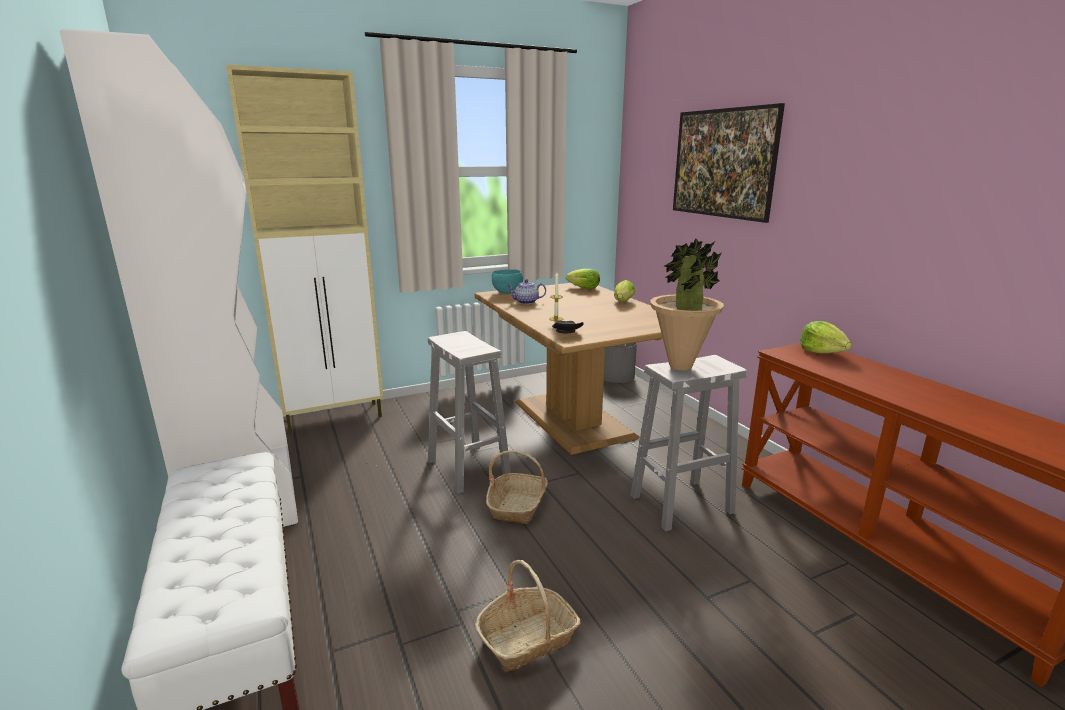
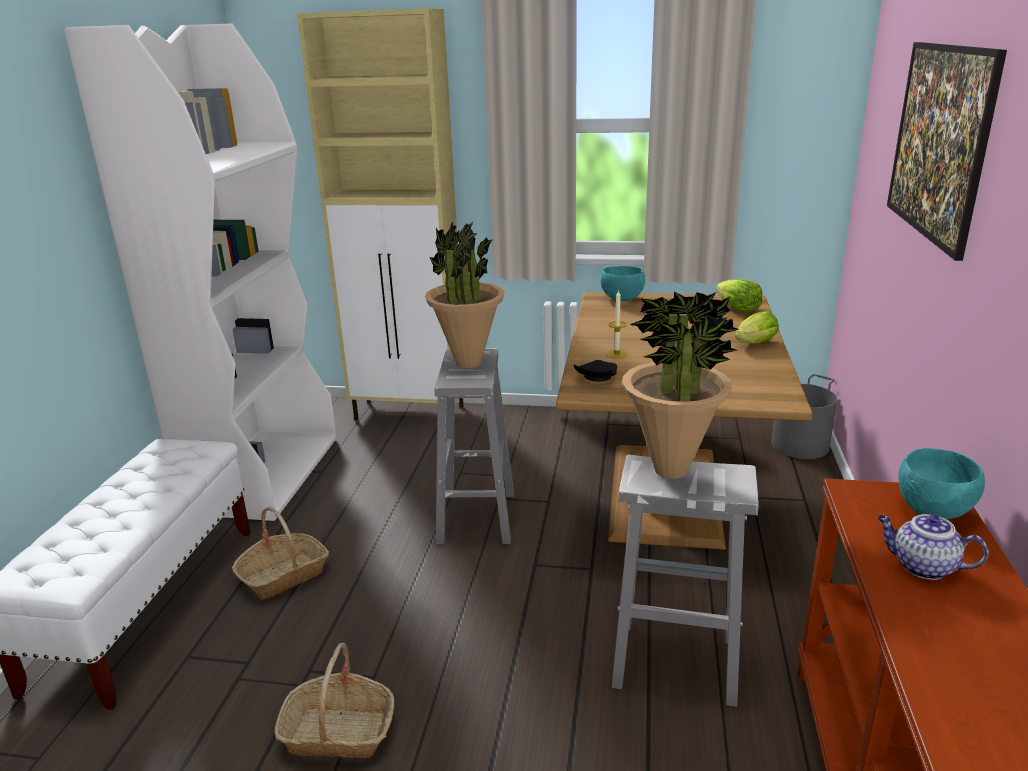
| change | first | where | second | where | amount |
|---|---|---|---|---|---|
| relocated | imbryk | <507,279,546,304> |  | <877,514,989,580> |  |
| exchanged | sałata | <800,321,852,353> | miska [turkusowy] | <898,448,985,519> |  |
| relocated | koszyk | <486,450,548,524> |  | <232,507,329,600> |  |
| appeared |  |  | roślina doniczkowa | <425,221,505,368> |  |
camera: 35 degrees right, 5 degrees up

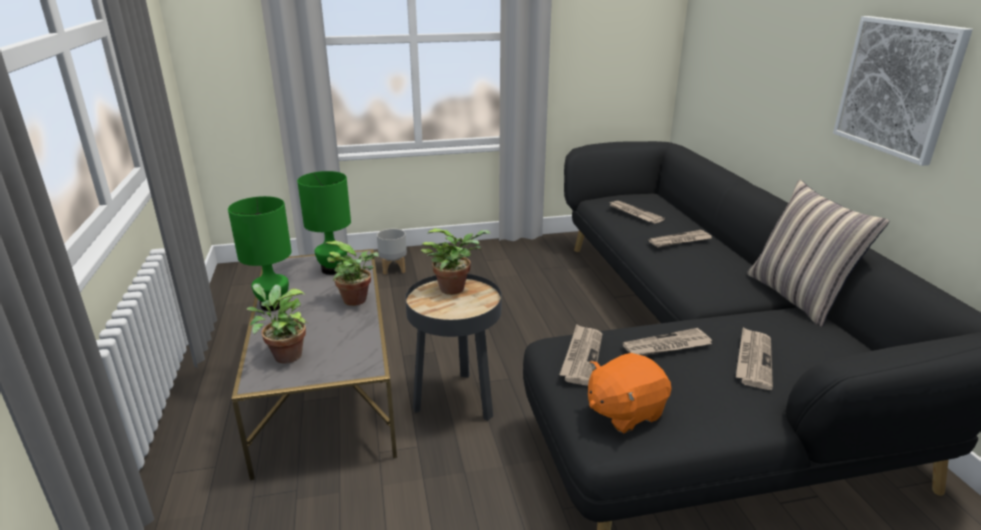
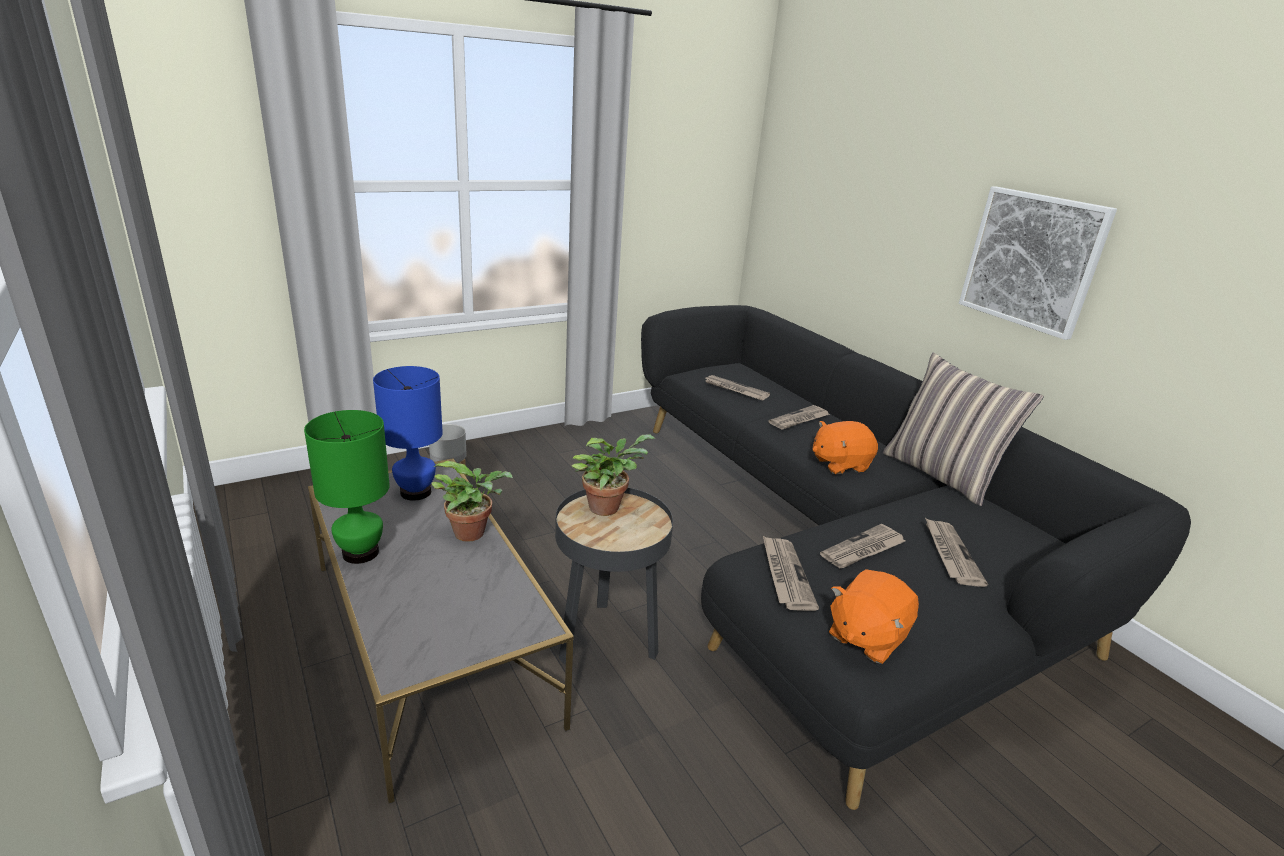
| change | first | where | second | where | amount |
|---|---|---|---|---|---|
| colour | lampa stołowa [zielony] | <297,171,351,275> | lampa stołowa [niebieski] | <373,366,443,501> |  |
| missing | roślina doniczkowa | <246,283,308,363> |  |  |  |
| appeared |  |  | pluszak [pomarańczowy] | <813,421,878,474> |  |
camera: 20 degrees left, 0 degrees up

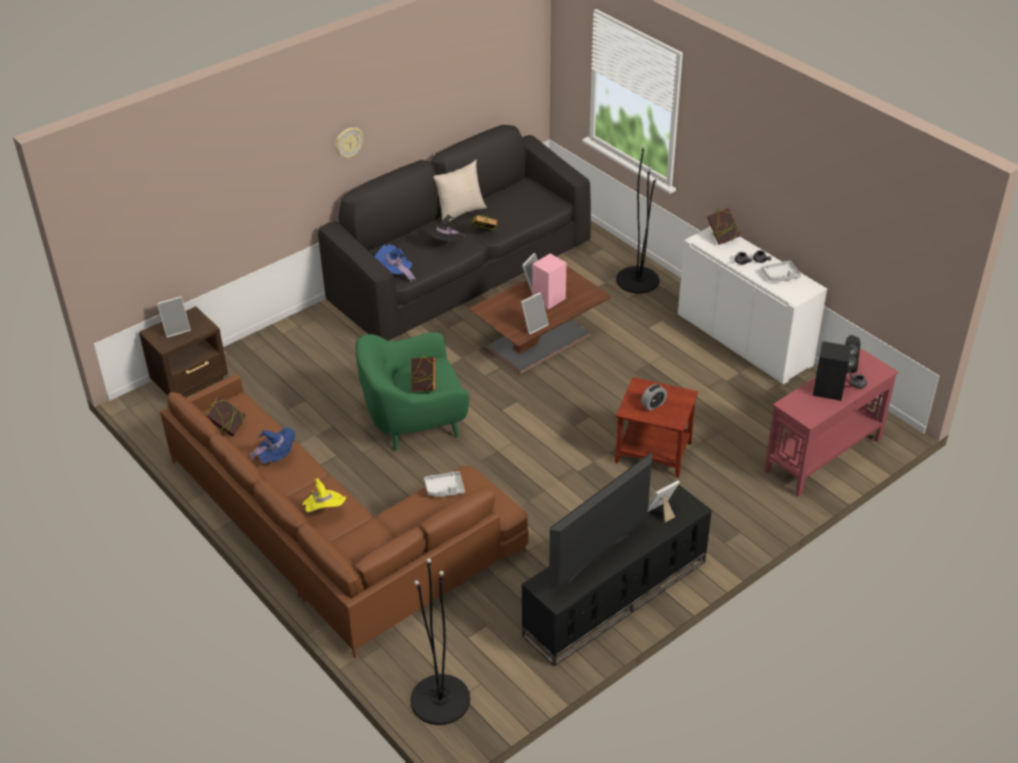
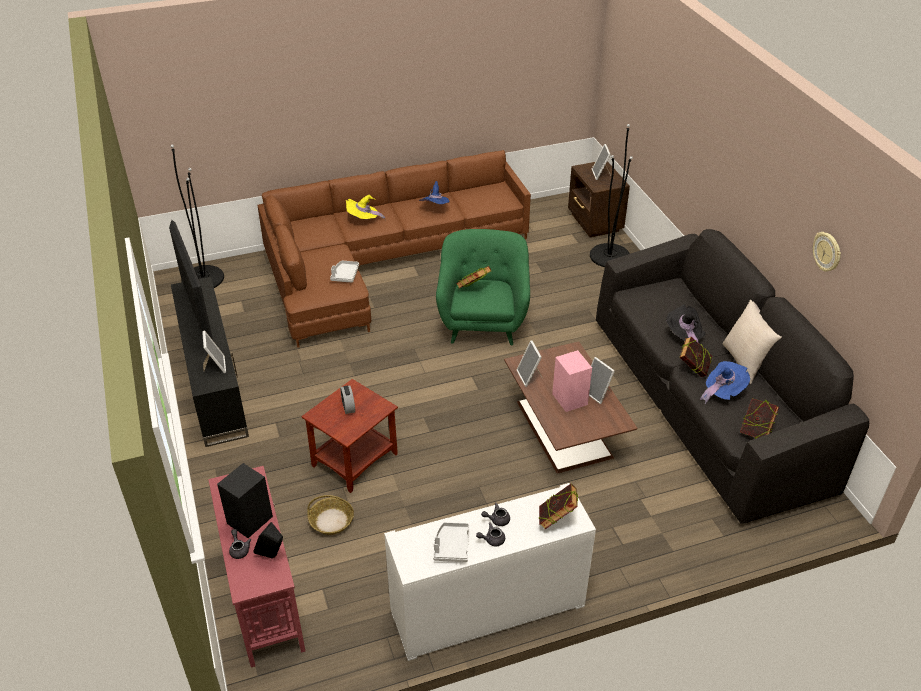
| change | first | where | second | where | amount |
|---|---|---|---|---|---|
| relocated | zegar ścienny | <335,128,363,159> |  | <813,232,841,272> |  |
| relocated | lampa stojąca [czarny] | <616,145,659,293> |  | <590,124,633,267> |  |
| relocated | kapelusz [niebieski] | <375,244,415,282> |  | <700,361,750,404> |  |
| relocated | książka | <206,396,246,436> |  | <740,398,779,439> |  |
| appeared |  |  | koszyk | <307,495,354,535> |  |
camera: 110 degrees right, 0 degrees up

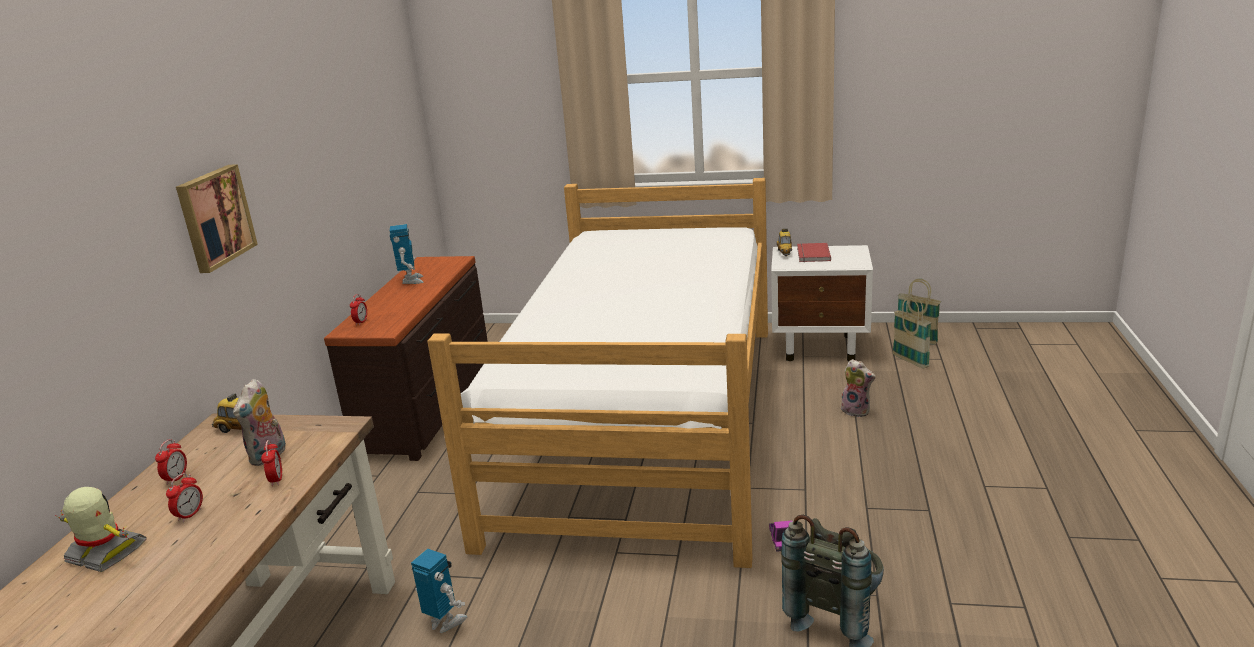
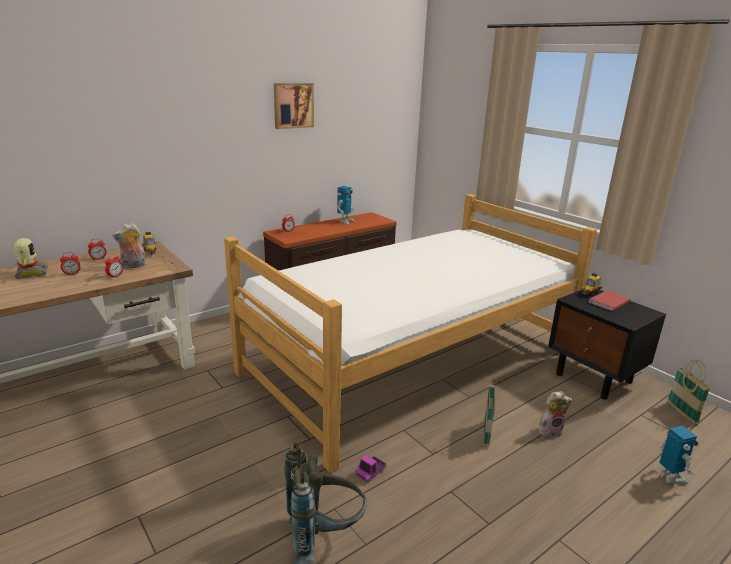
| change | first | where | second | where | amount |
|---|---|---|---|---|---|
| relocated | obraz | <176,164,258,273> |  | <274,83,314,129> |  |
| colour | szafka nocna [biały] | <771,245,873,361> | szafka nocna [czarny] | <548,290,666,400> |  |
| relocated | koszyk | <892,297,931,369> |  | <484,377,497,447> |  |
| spun | pluszak | <841,359,875,417> |  | <539,391,572,438> | 90 degrees counterclockwise |
| relocated | robot zabawkowy | <411,549,467,633> |  | <659,426,698,485> |  |
camera: 40 degrees right, 0 degrees up

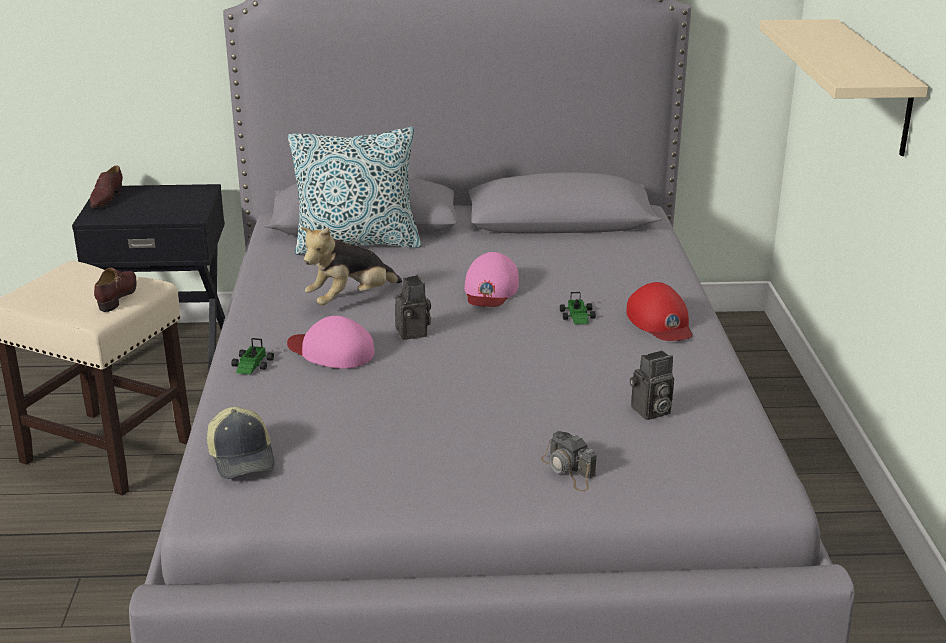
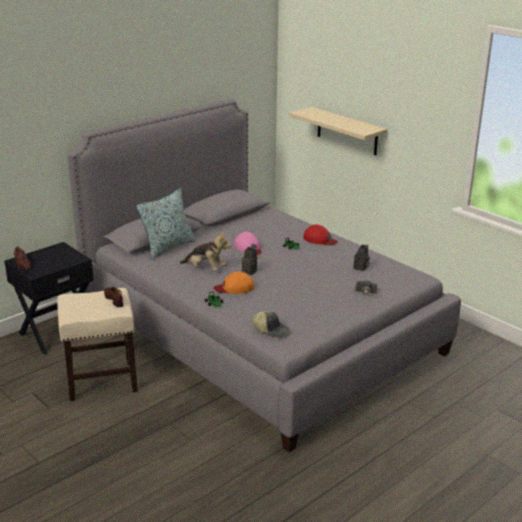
| change | first | where | second | where | amount |
|---|---|---|---|---|---|
| spun | pluszak | <300,227,402,305> |  | <180,231,231,271> | 75 degrees counterclockwise |
| colour | czapka z daszkiem [różowy] | <287,316,375,369> | czapka z daszkiem [pomarańczowy] | <213,272,254,294> |  |
camera: 40 degrees left, 0 degrees up

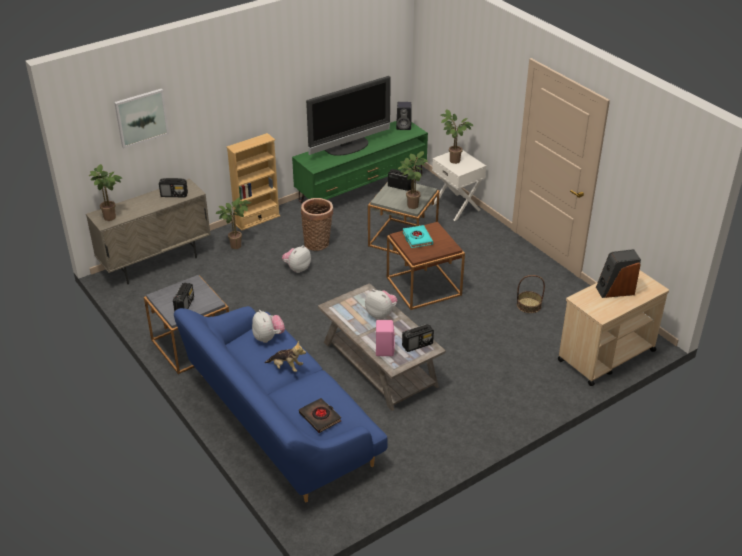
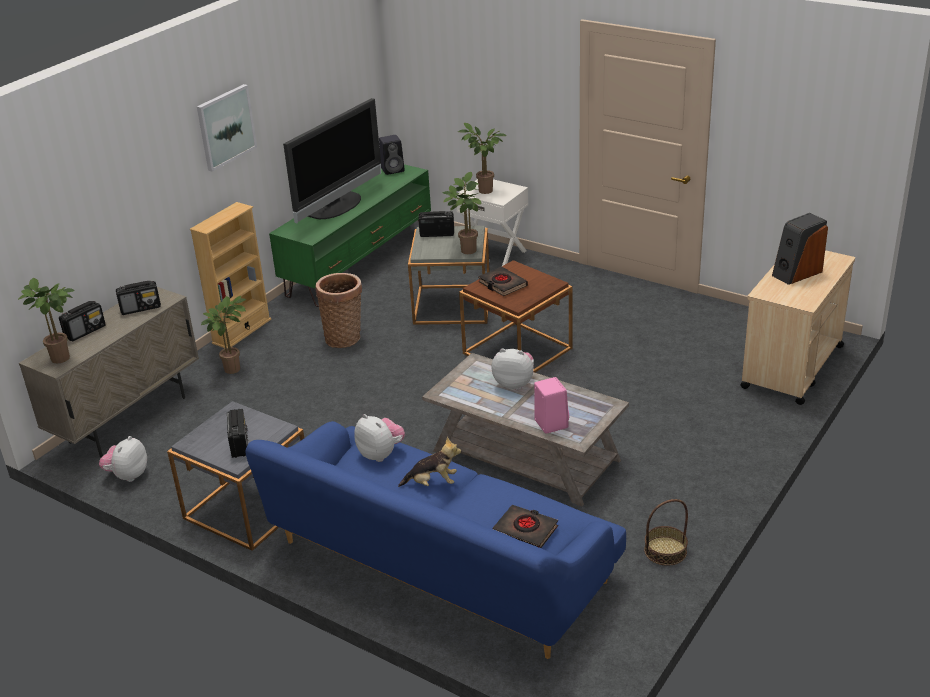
| change | first | where | second | where | amount |
|---|---|---|---|---|---|
| relocated | obraz | <114,89,169,148> |  | <197,84,257,172> |  |
| colour | książka [turkusowy] | <403,225,433,248> | książka [czarny] | <478,267,528,296> |  |
| relocated | pluszak | <282,245,311,273> |  | <99,436,147,482> |  |
| relocated | koszyk | <517,275,545,313> |  | <644,499,688,566> |  |
| relocated | radio | <402,324,434,352> |  | <59,301,106,342> |  |
camera: 20 degrees left, 5 degrees down

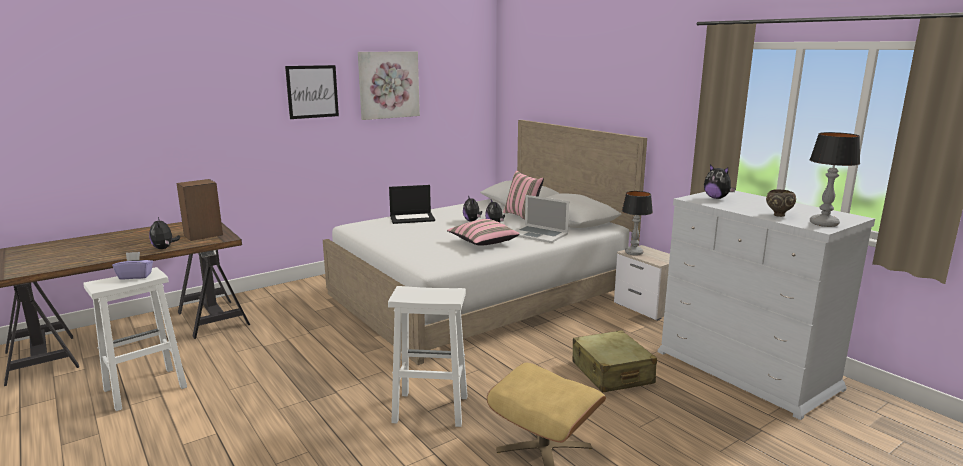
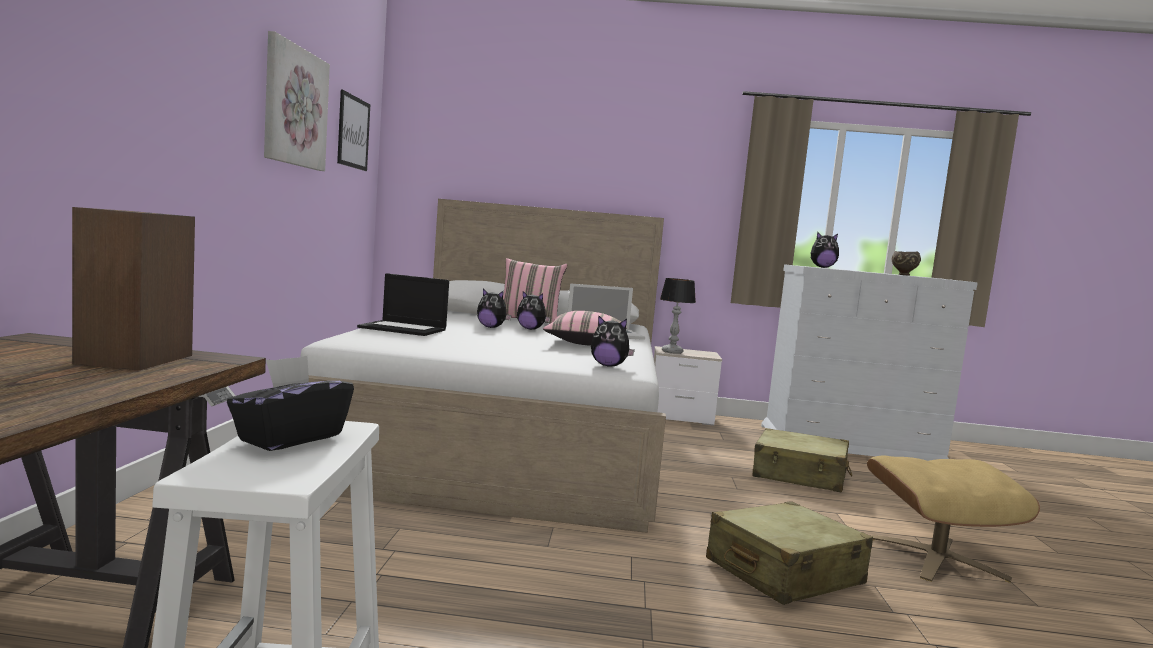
| change | first | where | second | where | amount |
|---|---|---|---|---|---|
| relocated | obraz | <285,65,339,119> |  | <337,89,370,171> |  |
| missing | lampa stołowa | <810,132,860,227> |  |  |  |
| spun | laptop | <389,185,435,224> |  | <357,273,449,336> | 75 degrees clockwise |
| relocated | pluszak | <149,217,180,249> |  | <591,315,635,366> |  |
| colour | pudełko chusteczek [fioletowy] | <112,252,153,279> | pudełko chusteczek [czarny] | <227,356,354,451> |  |
| exchanged | stołek [biały] | <388,286,467,427> | walizka [beżowy] | <706,501,873,605> |  |
camera: 50 degrees left, 10 degrees down

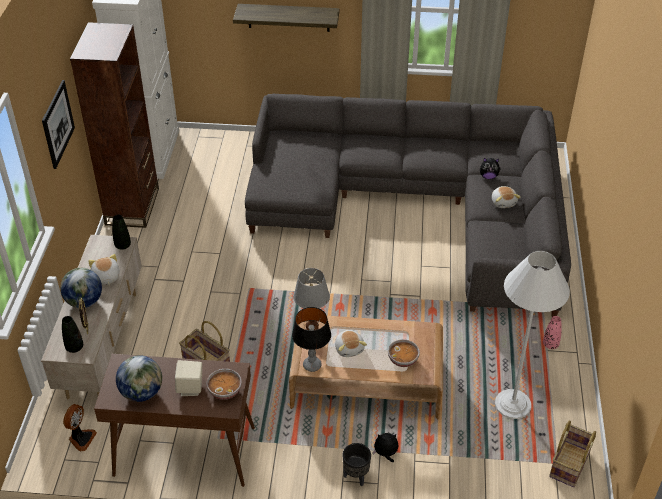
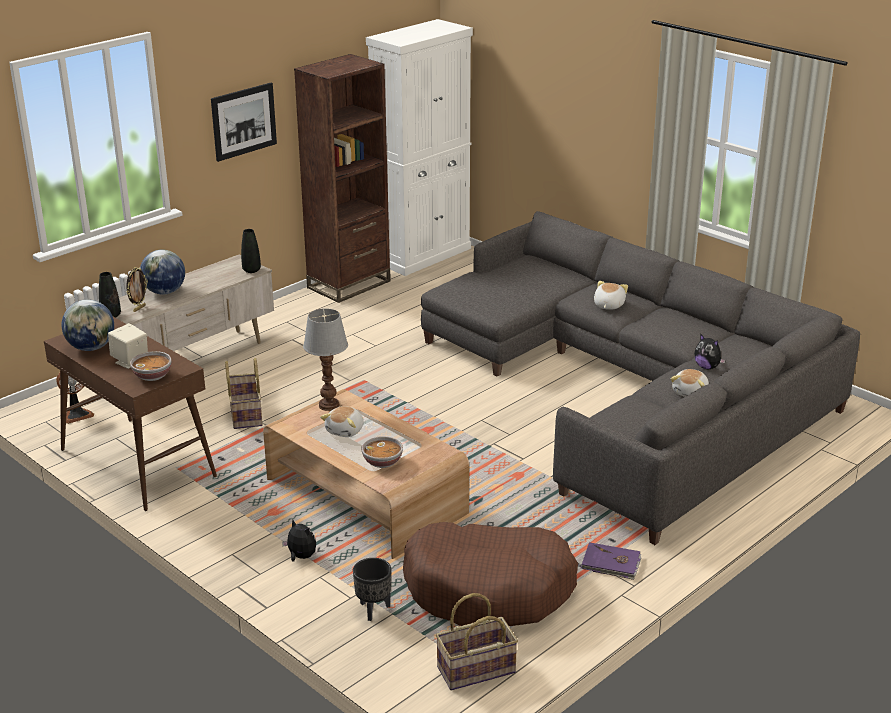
| change | first | where | second | where | amount |
|---|---|---|---|---|---|
| missing | półka | <233,4,340,32> |  |  |  |
| exchanged | lampa stojąca [biały] | <495,251,570,419> | legowisko [brązowy] | <403,522,578,626> |  |
| relocated | pluszak | <88,254,120,285> |  | <594,281,628,310> |  |
| missing | lampa stołowa | <292,307,331,372> |  |  |  |
| exchanged | wazon [różowy] | <543,316,562,349> | książka [fioletowy] | <581,542,642,580> |  |
| relocated | donica [czarny] | <343,443,371,486> |  | <353,558,391,621> |  |
camera: 40 degrees right, 15 degrees down

